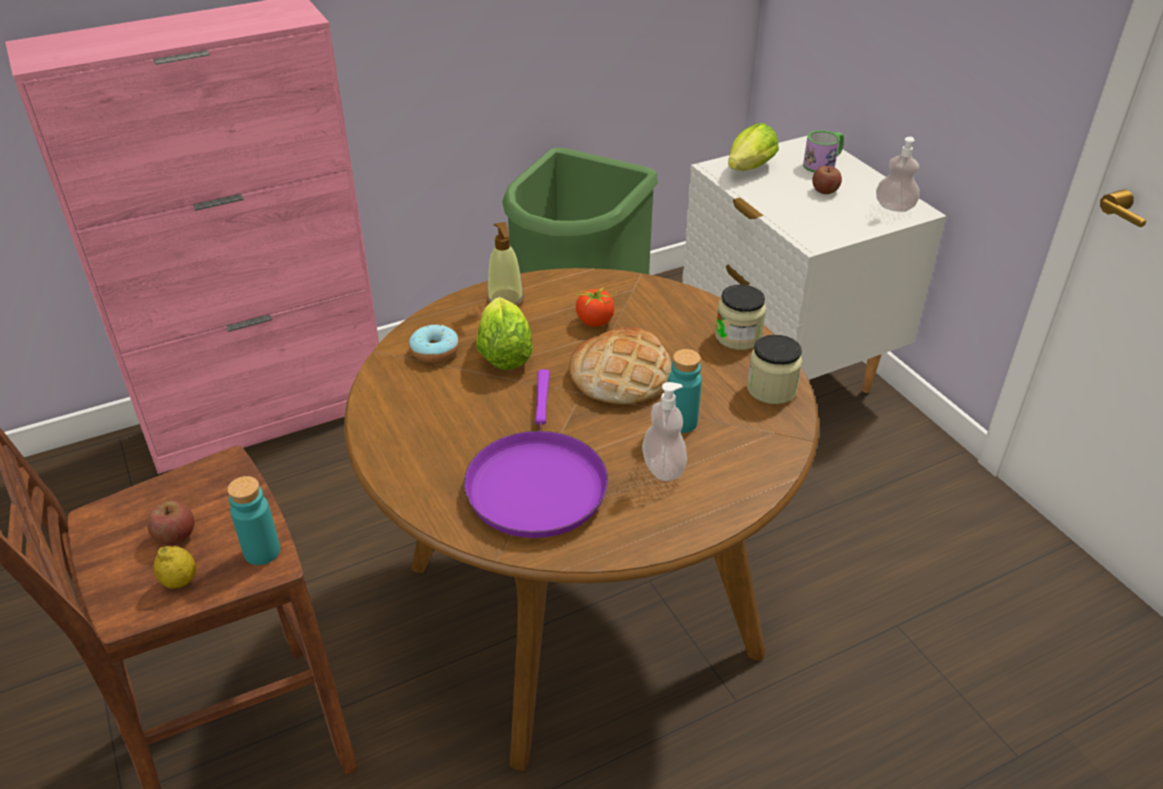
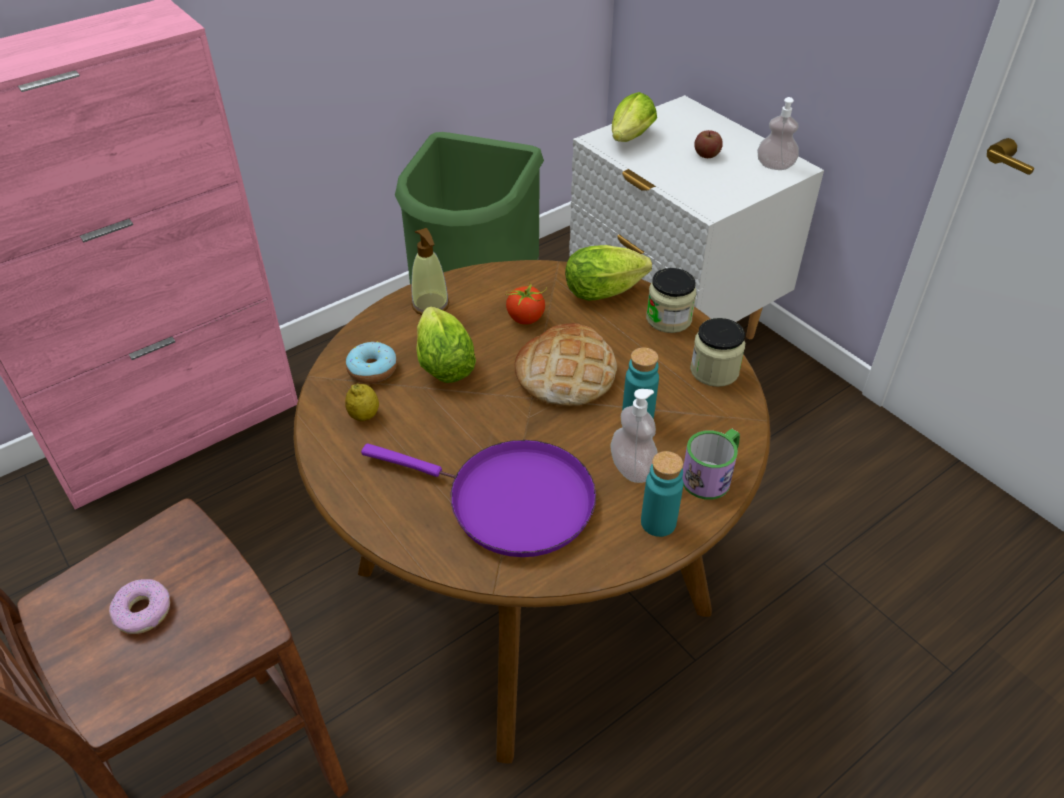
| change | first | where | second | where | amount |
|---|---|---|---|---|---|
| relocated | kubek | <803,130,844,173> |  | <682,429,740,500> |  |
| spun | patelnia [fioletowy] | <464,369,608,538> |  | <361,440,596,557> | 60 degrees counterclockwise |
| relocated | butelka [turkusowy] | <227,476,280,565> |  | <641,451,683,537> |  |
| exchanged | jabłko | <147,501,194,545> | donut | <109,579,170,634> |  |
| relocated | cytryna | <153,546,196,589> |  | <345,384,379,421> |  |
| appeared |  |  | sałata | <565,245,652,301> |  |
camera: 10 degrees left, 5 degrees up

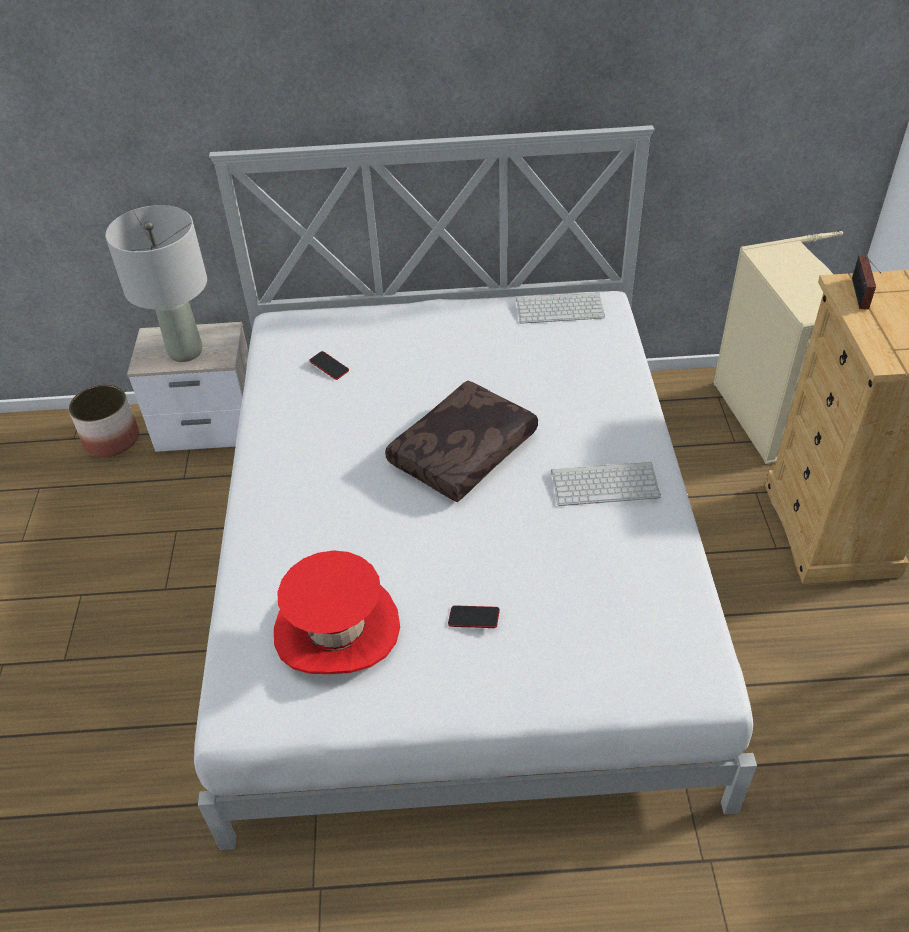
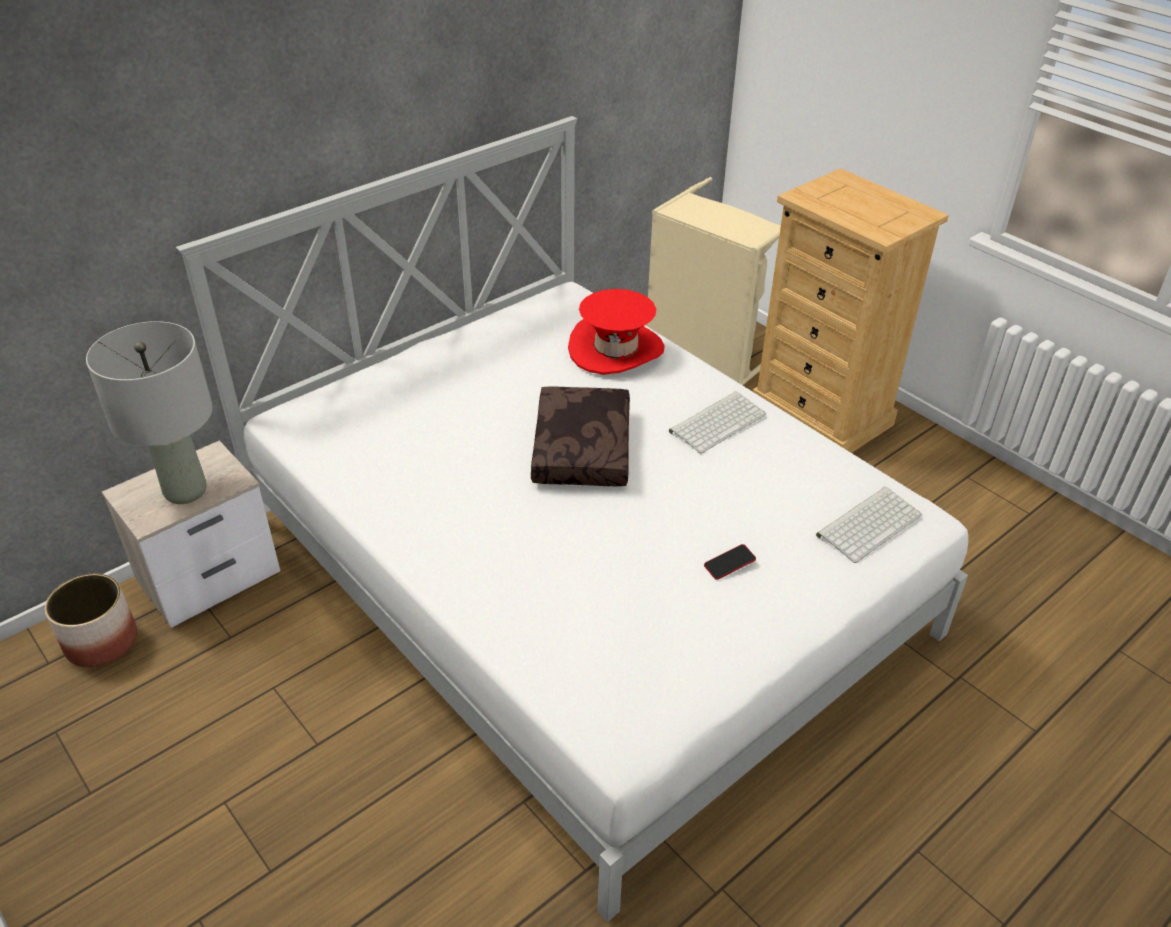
| change | first | where | second | where | amount |
|---|---|---|---|---|---|
| missing | radio | <852,256,881,310> |  |  |  |
| relocated | klawiatura | <516,292,605,324> |  | <816,487,922,563> |  |
| missing | telefon | <310,351,349,380> |  |  |  |
| relocated | kapelusz [czerwony] | <274,550,400,674> |  | <568,289,664,375> |  |
camera: 40 degrees left, 5 degrees down

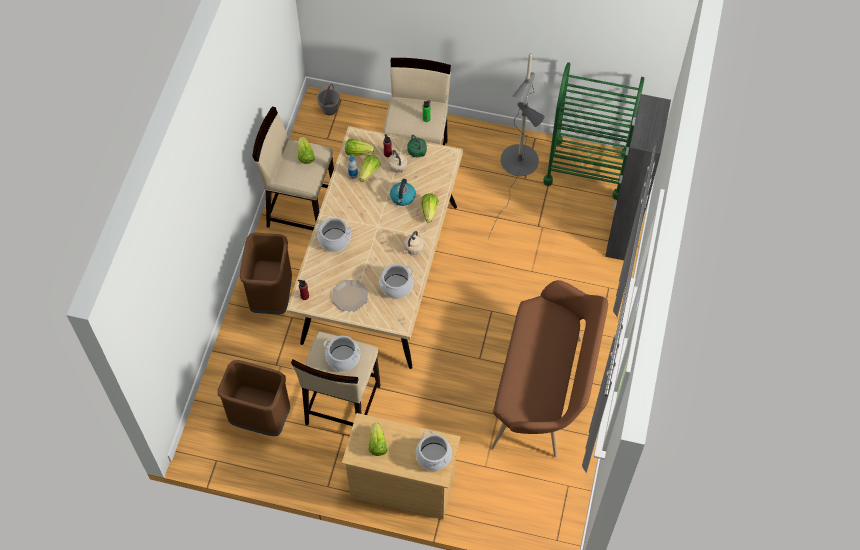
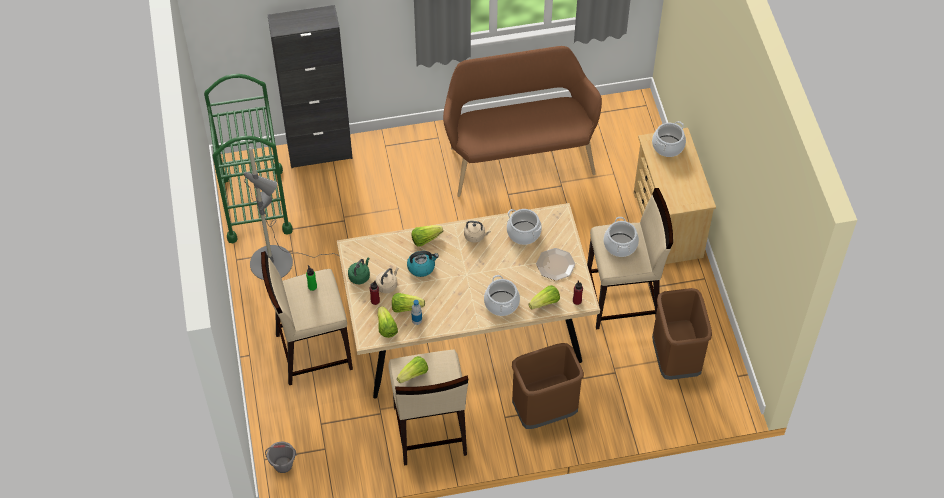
| change | first | where | second | where | amount |
|---|---|---|---|---|---|
| relocated | sałata | <368,423,388,456> |  | <529,285,560,309> |  |
camera: 115 degrees left, 5 degrees down

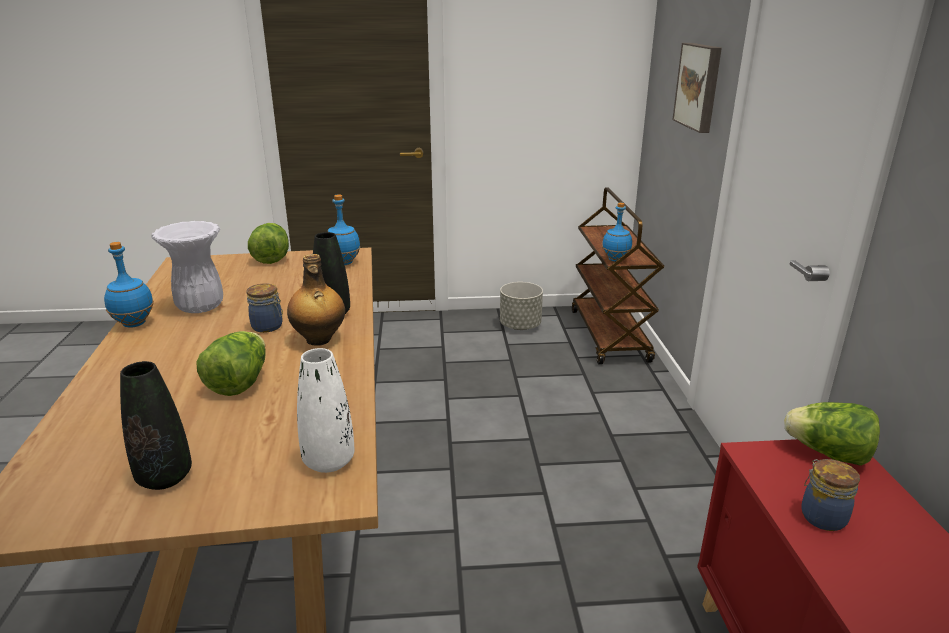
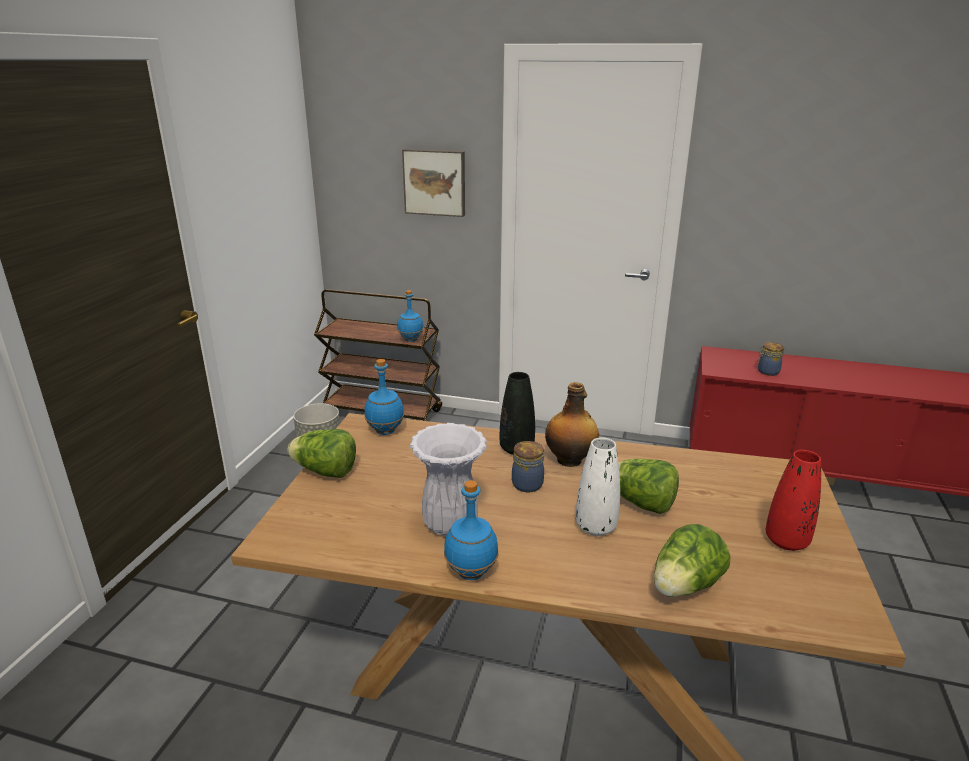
| change | first | where | second | where | amount |
|---|---|---|---|---|---|
| relocated | wazon [biały] | <297,348,355,473> |  | <576,437,620,536> |  |
| colour | wazon [czarny] | <120,361,192,490> | wazon [czerwony] | <766,450,821,551> |  |
| relocated | sałata | <784,402,880,466> |  | <654,524,731,597> |  |
camera: 70 degrees left, 0 degrees up

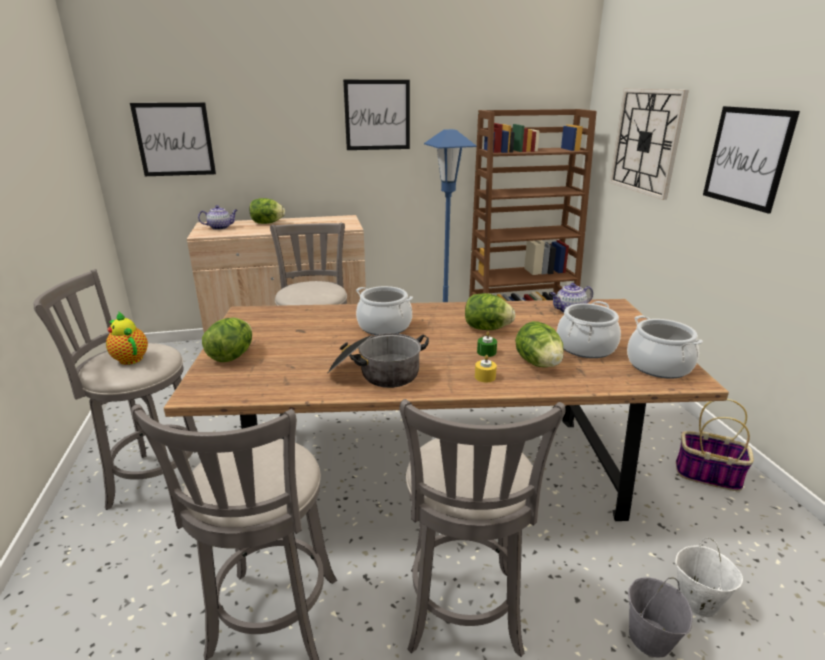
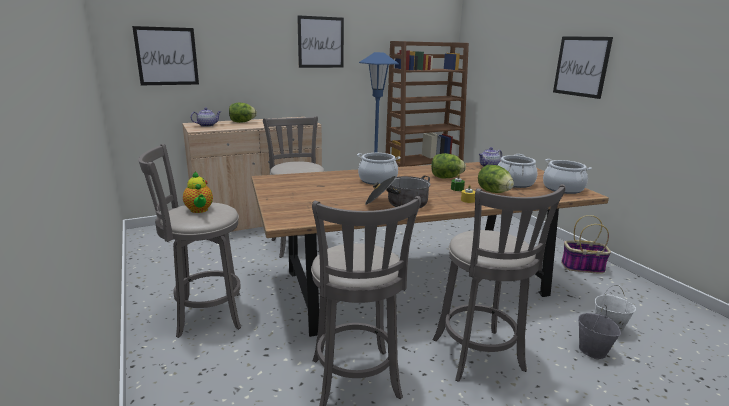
| change | first | where | second | where | amount |
|---|---|---|---|---|---|
| missing | zegar ścienny | <609,88,689,200> |  |  |  |
| spun | imbryk | <106,312,148,365> |  | <183,172,213,213> | 150 degrees counterclockwise |
| missing | sałata | <202,318,252,362> |  |  |  |
camera: 15 degrees left, 5 degrees down

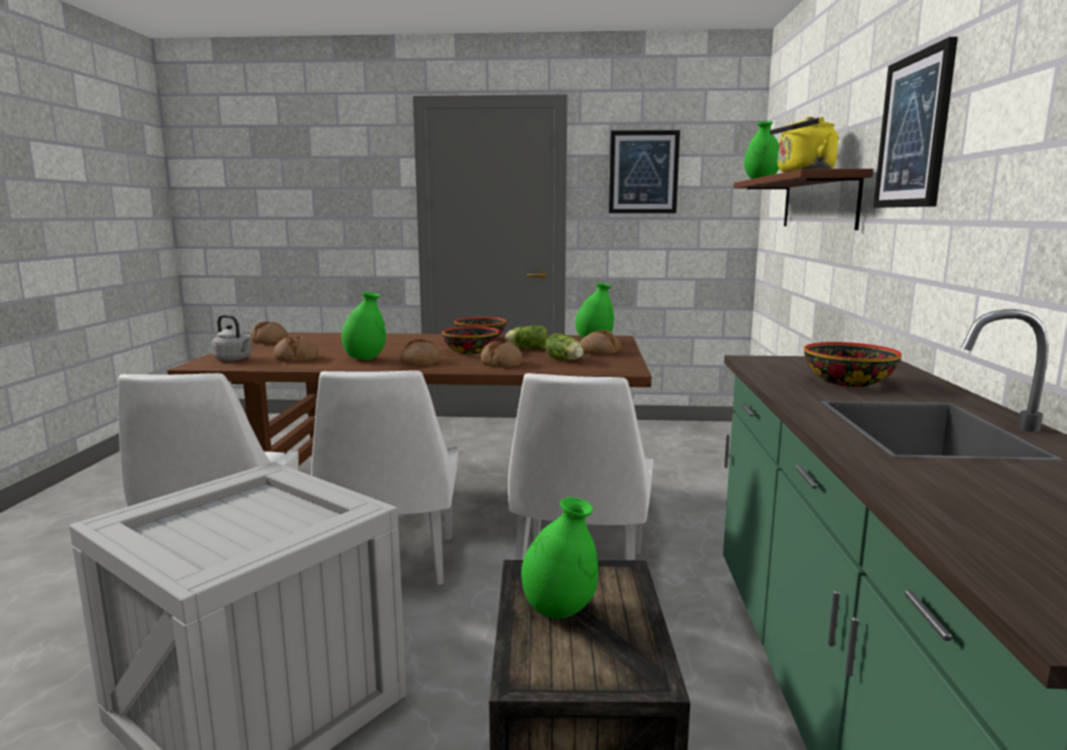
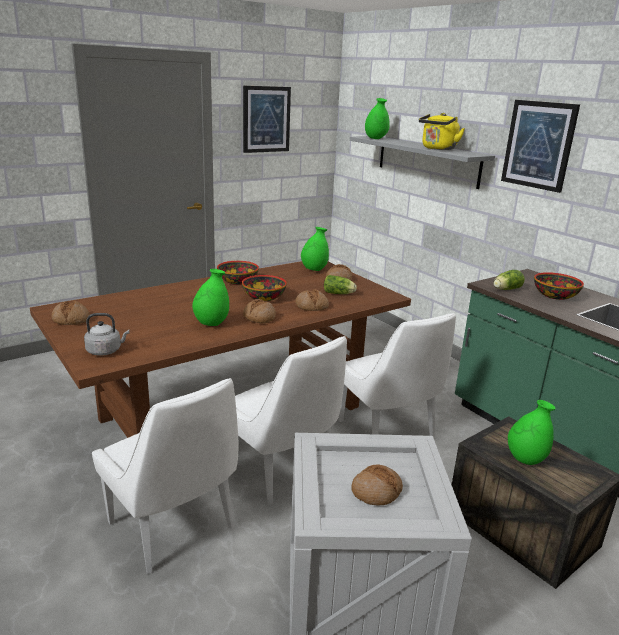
| change | first | where | second | where | amount |
|---|---|---|---|---|---|
| colour | półka [brązowy] | <734,169,873,230> | półka [szary] | <350,136,495,189> |  |
| relocated | sałata | <505,325,548,349> |  | <494,270,525,290> |  |
| relocated | chleb | <273,336,319,362> |  | <351,465,403,506> |  |
camera: 40 degrees left, 10 degrees up

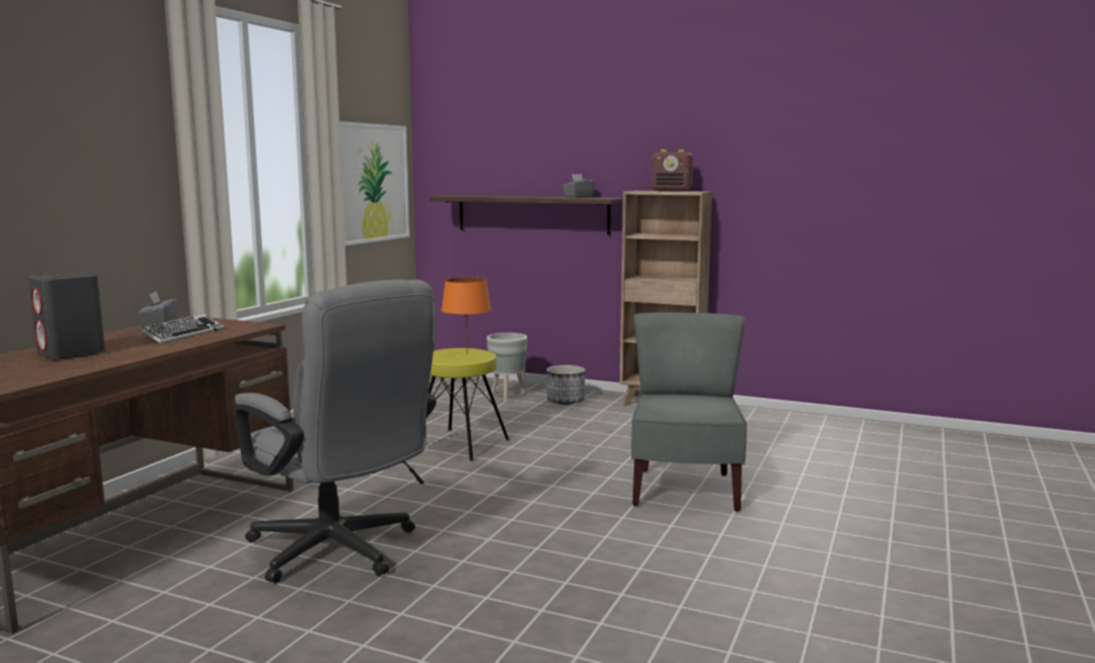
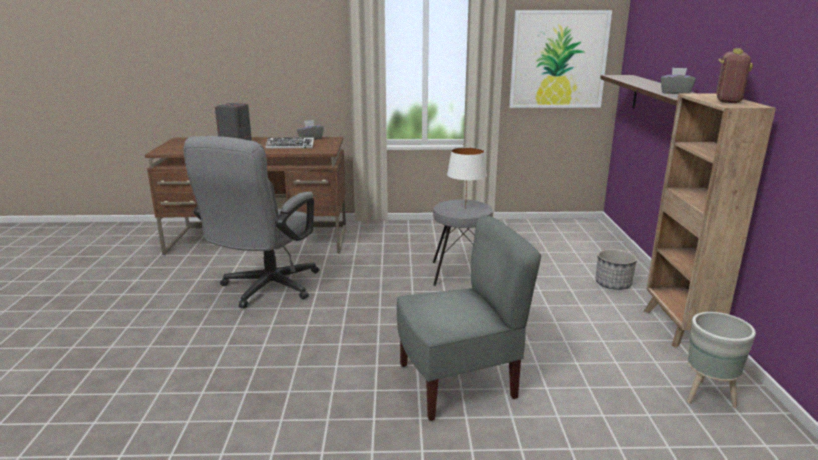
| change | first | where | second | where | amount |
|---|---|---|---|---|---|
| spun | radio | <652,149,693,192> |  | <716,48,753,103> | 150 degrees counterclockwise |
| colour | lampa stołowa [pomarańczowy] | <441,277,491,337> | lampa stołowa [biały] | <447,147,487,209> |  |
| relocated | donica [szary] | <487,333,527,401> |  | <687,312,756,408> |  |
| colour | stołek [żółty] | <428,348,509,461> | stołek [szary] | <433,199,493,286> |  |
camera: 65 degrees right, 10 degrees up

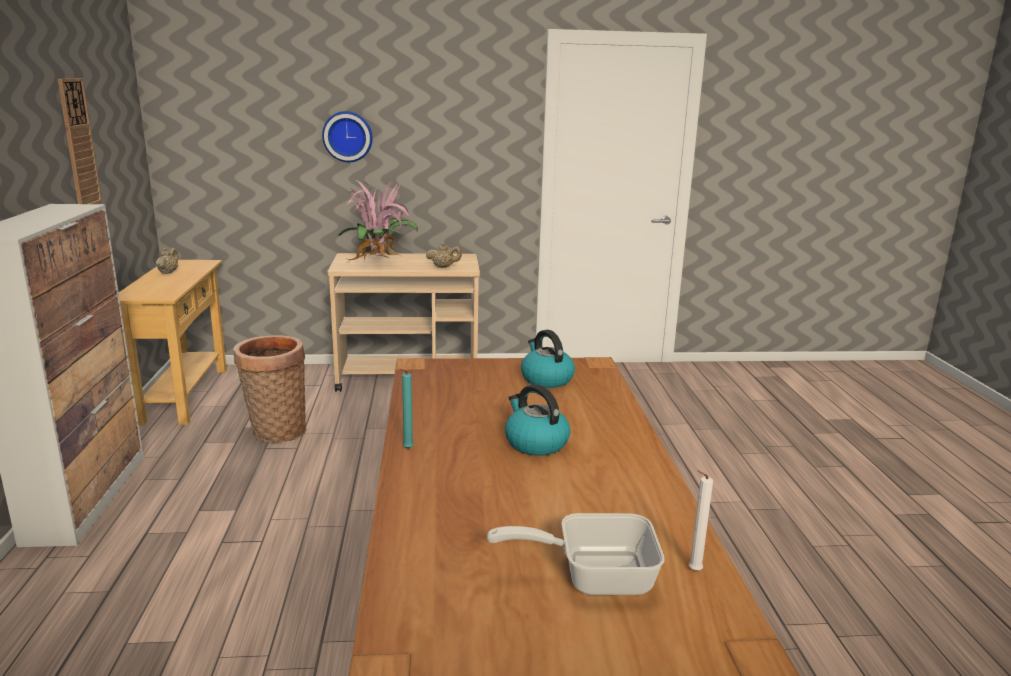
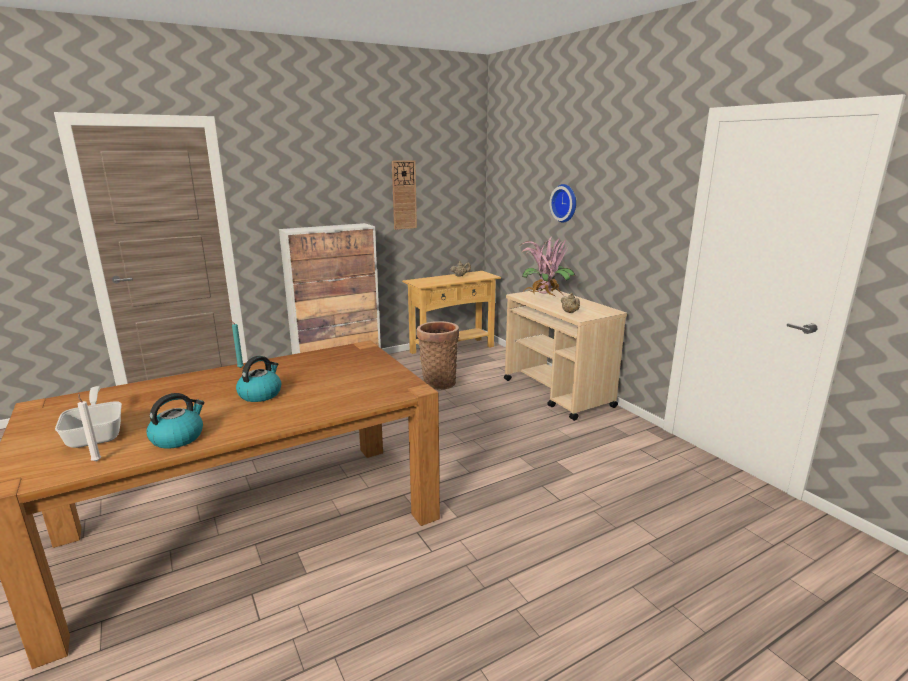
| change | first | where | second | where | amount |
|---|---|---|---|---|---|
| relocated | czajnik | <521,330,575,388> |  | <146,393,204,449> |  |
camera: 65 degrees right, 0 degrees up

